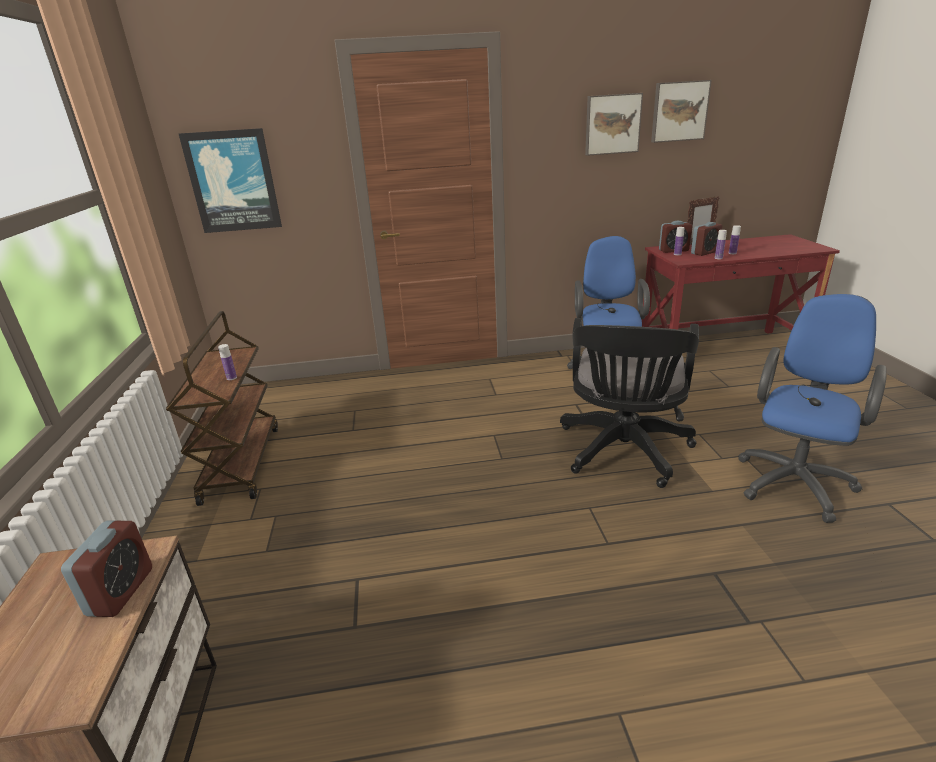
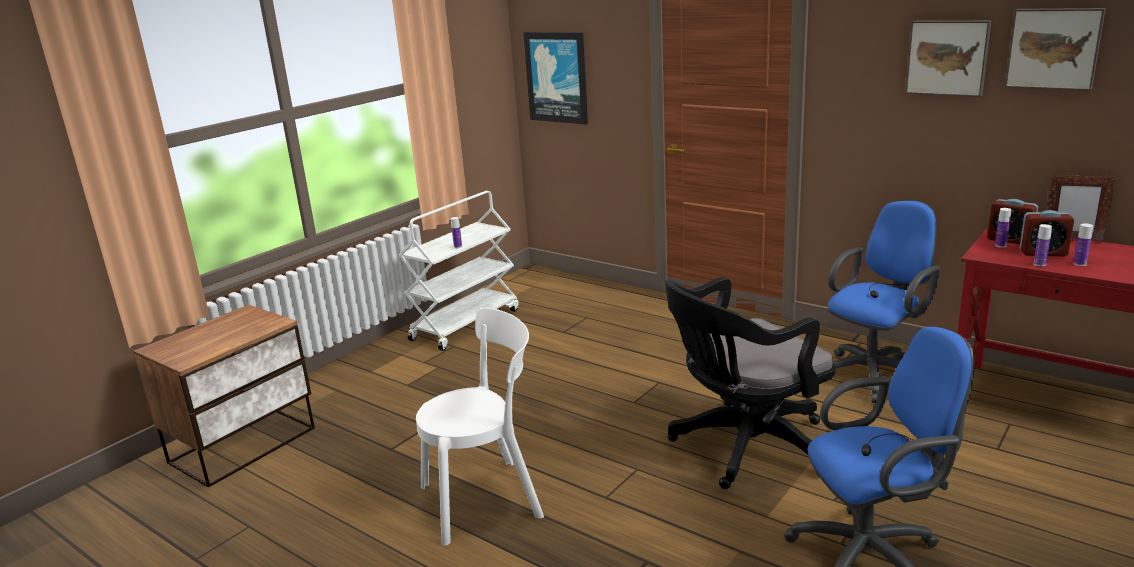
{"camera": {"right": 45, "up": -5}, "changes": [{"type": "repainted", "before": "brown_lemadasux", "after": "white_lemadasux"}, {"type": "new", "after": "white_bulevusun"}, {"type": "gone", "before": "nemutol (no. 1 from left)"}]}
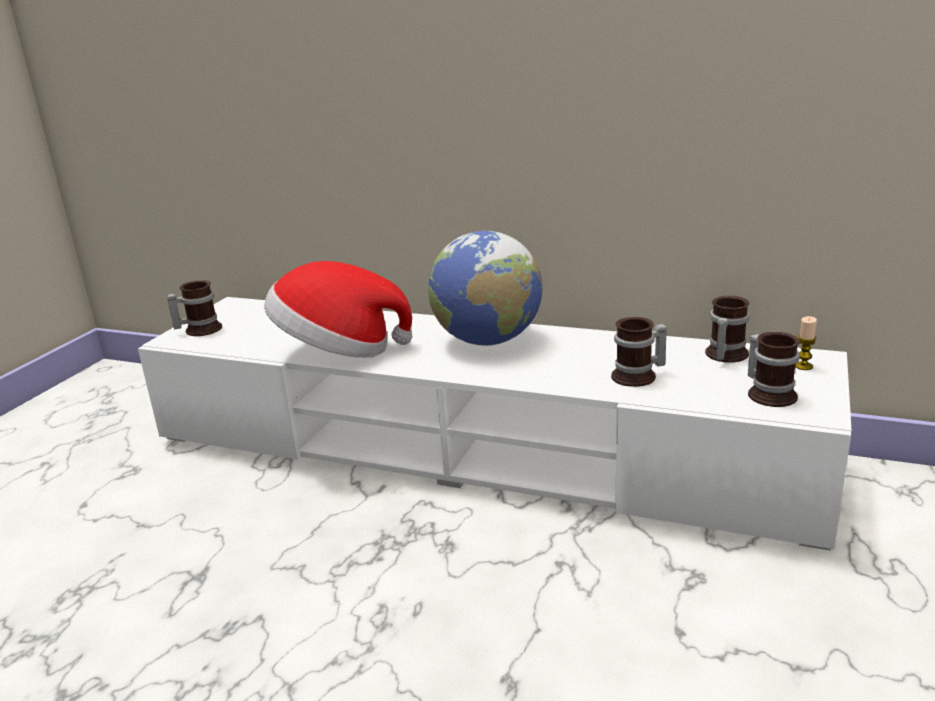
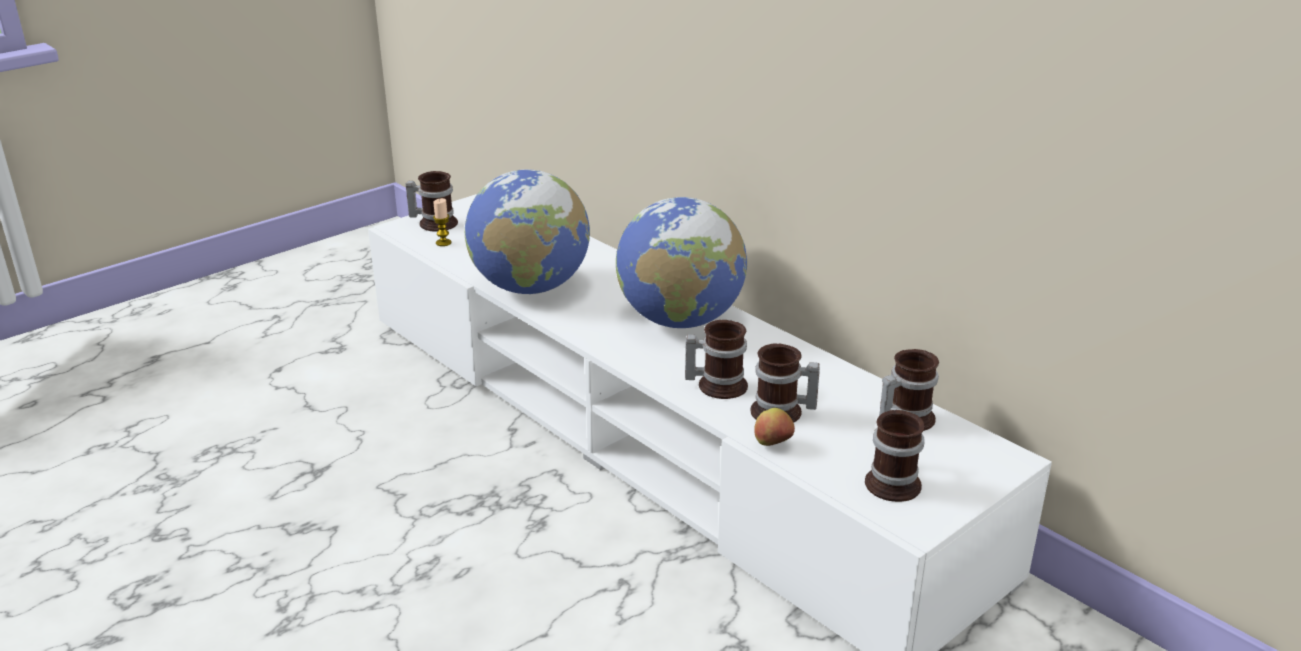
{"camera": {"right": 25, "up": 5}, "changes": [{"type": "shifted", "before": "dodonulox"}, {"type": "swapped", "before": "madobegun", "after": "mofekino (no. 1 from left)"}, {"type": "new", "after": "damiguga (no. 2 from left)"}, {"type": "new", "after": "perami"}]}
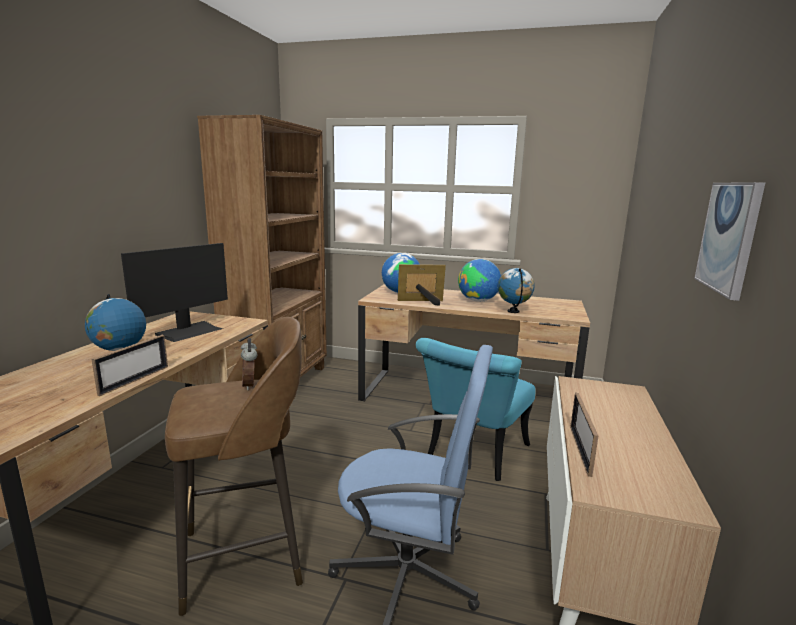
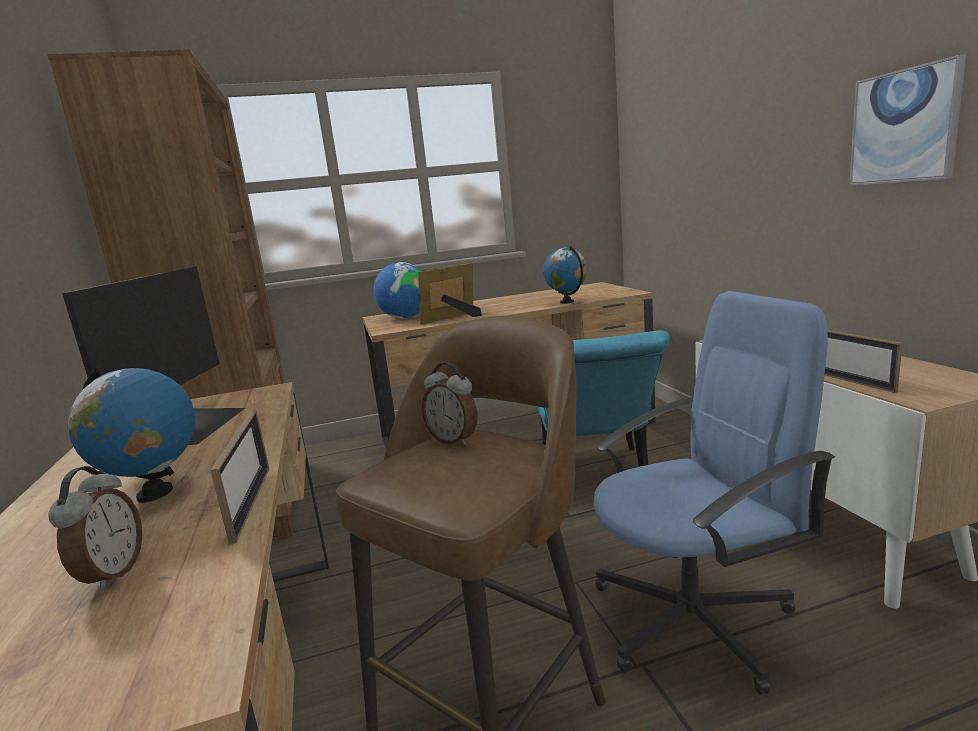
{"camera": {"right": -30, "up": 0}, "changes": [{"type": "new", "after": "nemutol (no. 1 from left)"}, {"type": "gone", "before": "mofekino (no. 3 from left)"}]}
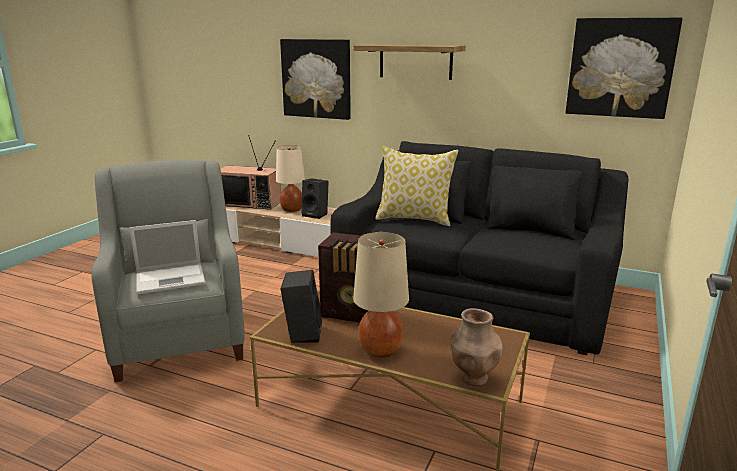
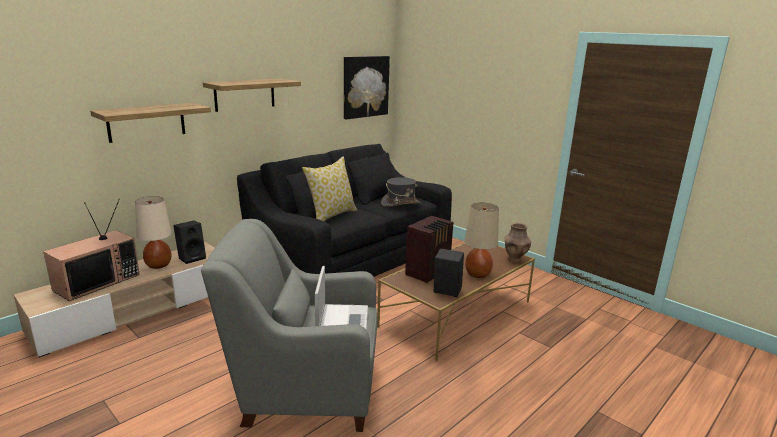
{"camera": {"right": -70, "up": 0}, "changes": [{"type": "swapped", "before": "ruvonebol (no. 1 from left)", "after": "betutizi (no. 1 from left)"}, {"type": "new", "after": "grey_madobegun"}]}
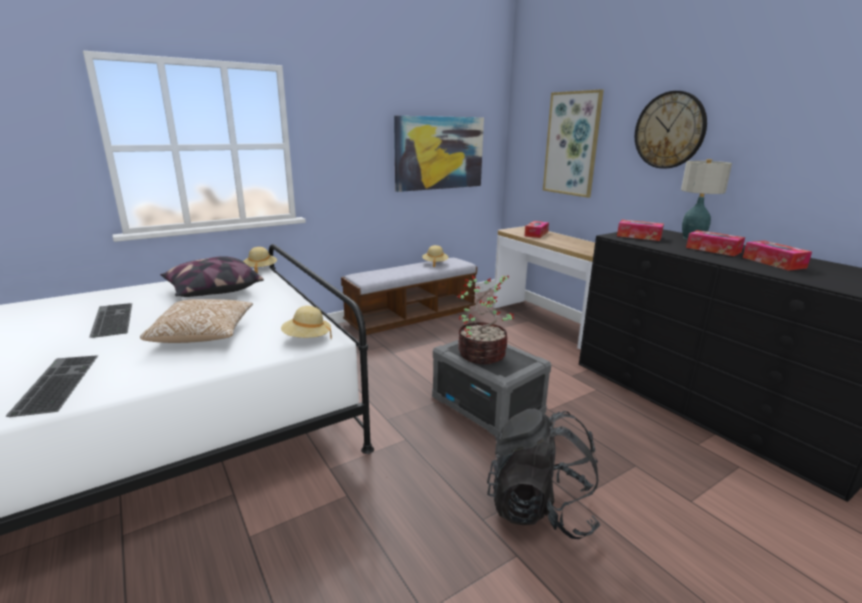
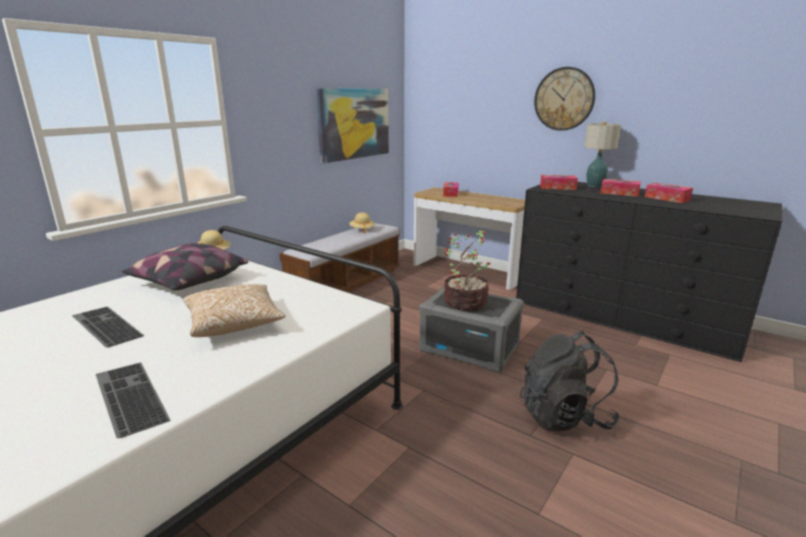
{"camera": {"right": -20, "up": 0}, "changes": [{"type": "gone", "before": "beige_madobegun (no. 2 from left)"}, {"type": "gone", "before": "ruvonebol (no. 2 from left)"}]}
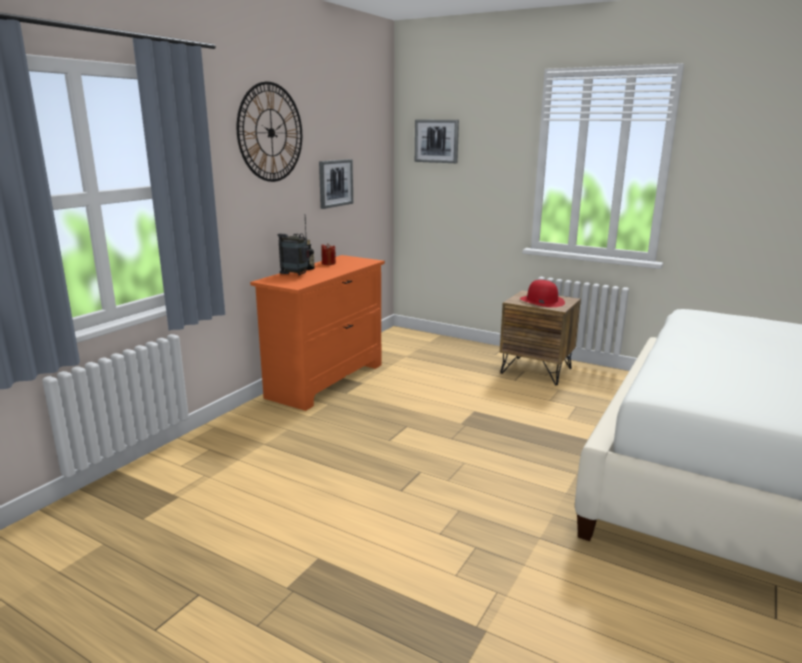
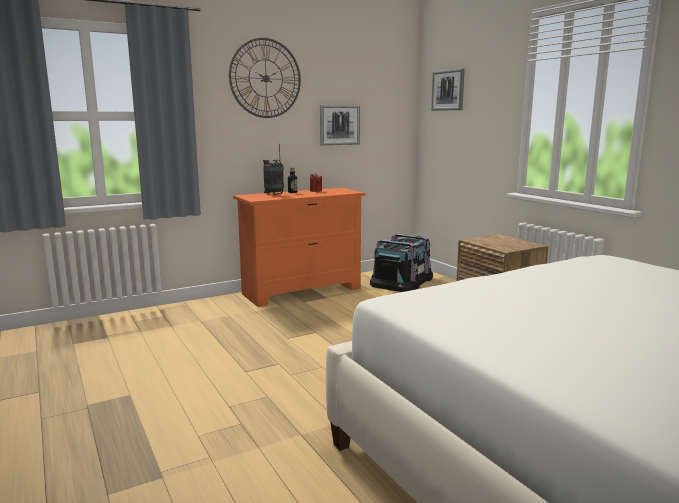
{"camera": {"right": 30, "up": -5}, "changes": [{"type": "new", "after": "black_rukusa"}, {"type": "gone", "before": "red_madobegun"}]}
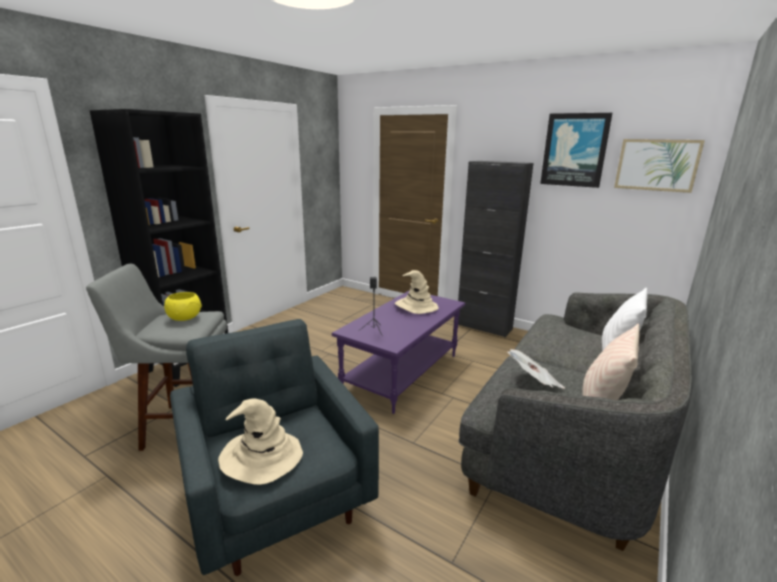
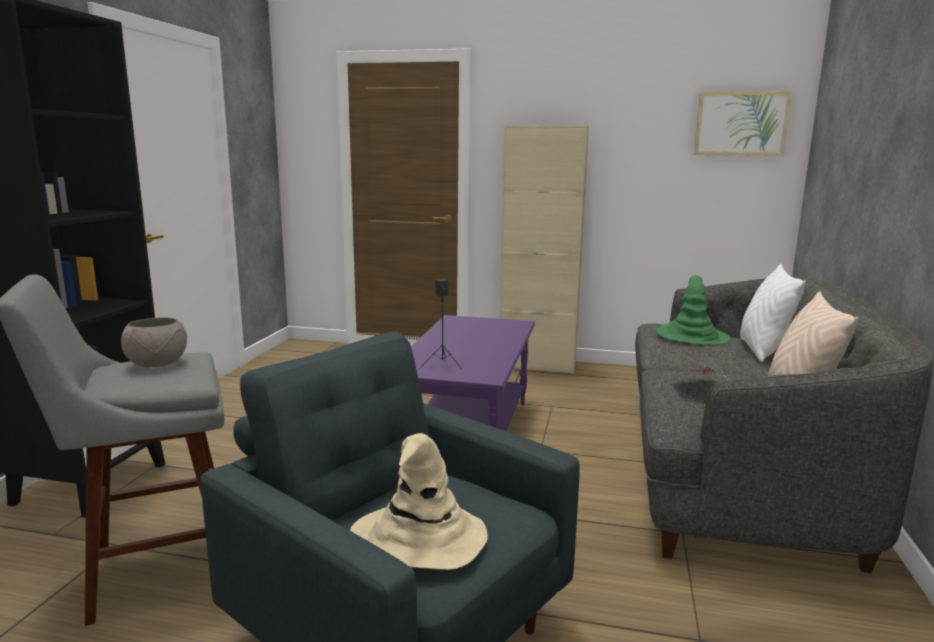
{"camera": {"right": -20, "up": -5}, "changes": [{"type": "repainted", "before": "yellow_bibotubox", "after": "grey_bibotubox"}, {"type": "repainted", "before": "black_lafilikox", "after": "beige_lafilikox"}, {"type": "new", "after": "green_madobegun"}, {"type": "gone", "before": "beige_madobegun (no. 2 from left)"}, {"type": "gone", "before": "ruvonebol (no. 1 from left)"}]}
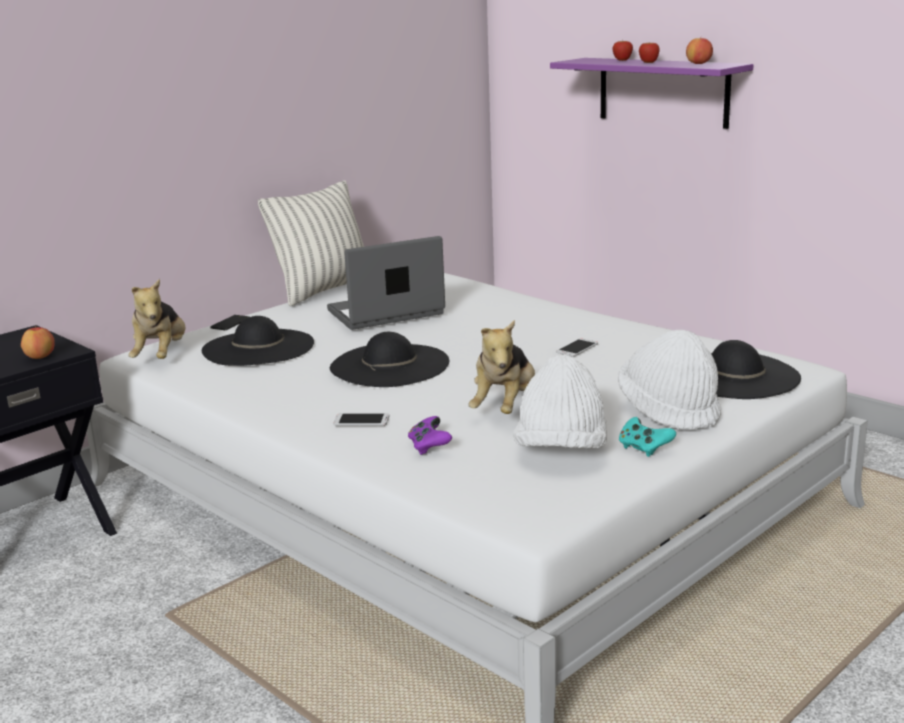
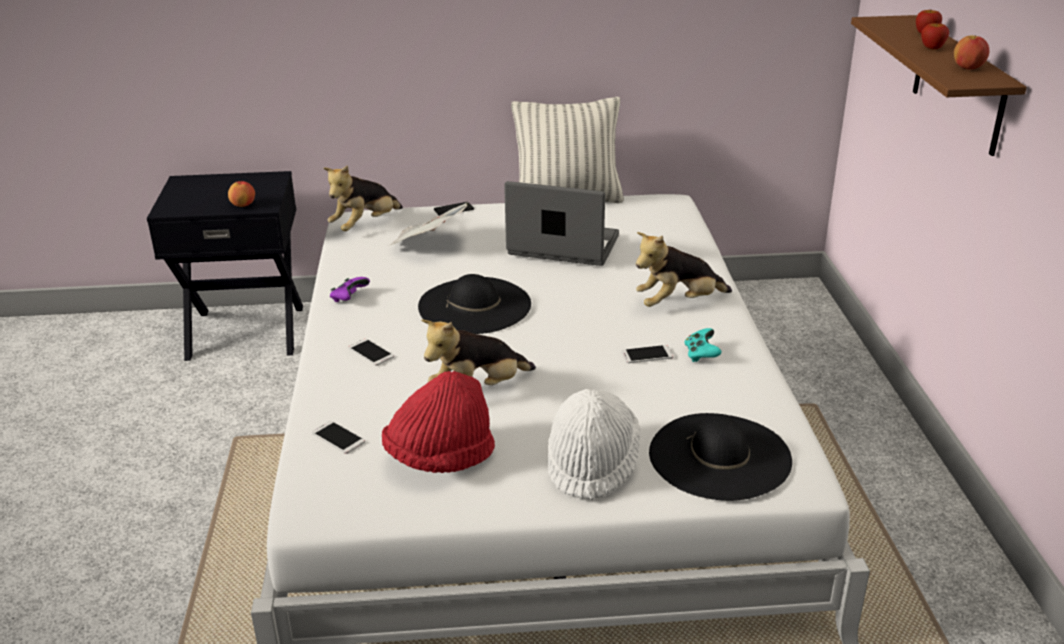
{"camera": {"right": 40, "up": 10}, "changes": [{"type": "new", "after": "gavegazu (no. 1 from left)"}, {"type": "shifted", "before": "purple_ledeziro"}, {"type": "repainted", "before": "white_madobegun (no. 1 from left)", "after": "red_madobegun"}, {"type": "swapped", "before": "black_madobegun (no. 1 from left)", "after": "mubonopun"}, {"type": "new", "after": "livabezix (no. 3 from left)"}, {"type": "shifted", "before": "turquoise_ledeziro"}, {"type": "repainted", "before": "purple_betutizi", "after": "brown_betutizi"}]}
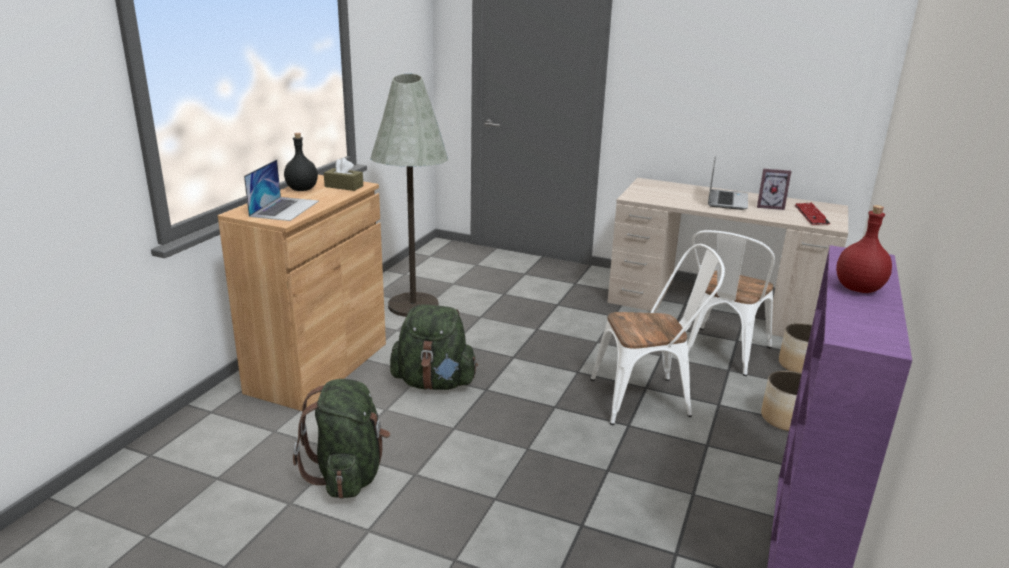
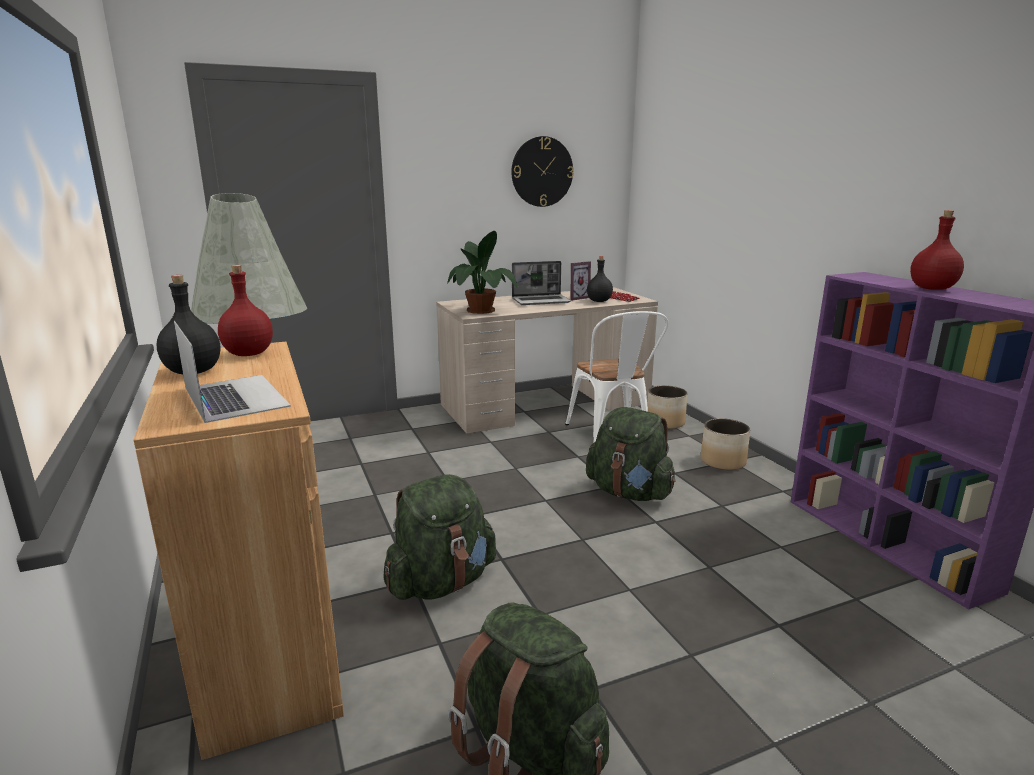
{"camera": {"right": -45, "up": -5}, "changes": [{"type": "swapped", "before": "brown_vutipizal", "after": "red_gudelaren (no. 1 from left)"}, {"type": "new", "after": "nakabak"}, {"type": "new", "after": "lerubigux"}, {"type": "rotated", "before": "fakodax (no. 2 from left)", "turn": 105}, {"type": "swapped", "before": "white_bulevusun (no. 1 from left)", "after": "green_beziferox (no. 3 from left)"}, {"type": "new", "after": "black_gudelaren (no. 2 from left)"}]}
